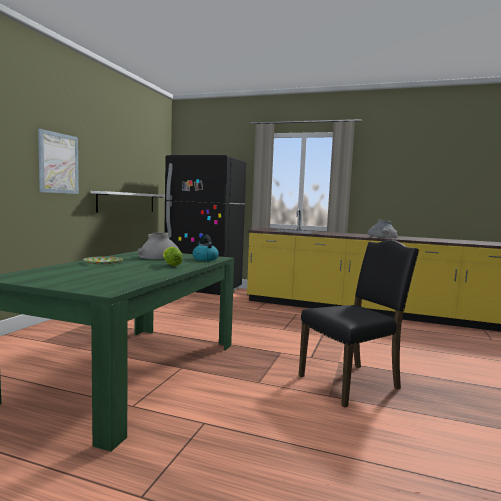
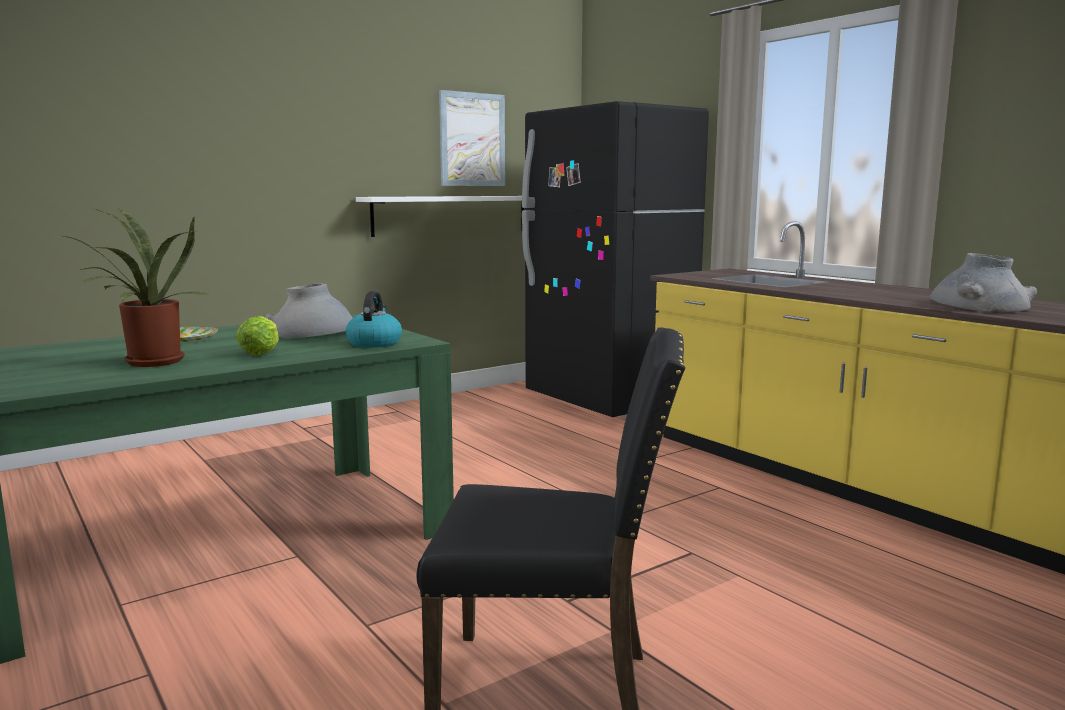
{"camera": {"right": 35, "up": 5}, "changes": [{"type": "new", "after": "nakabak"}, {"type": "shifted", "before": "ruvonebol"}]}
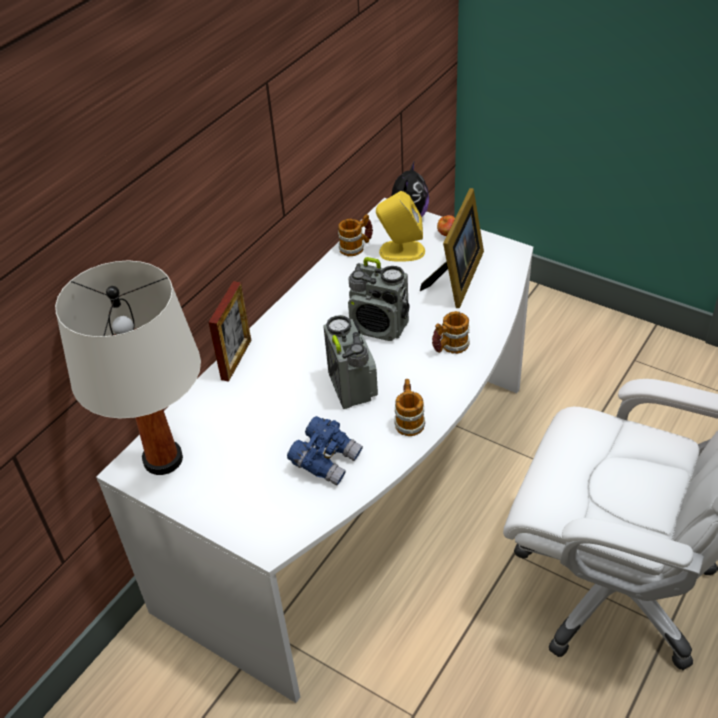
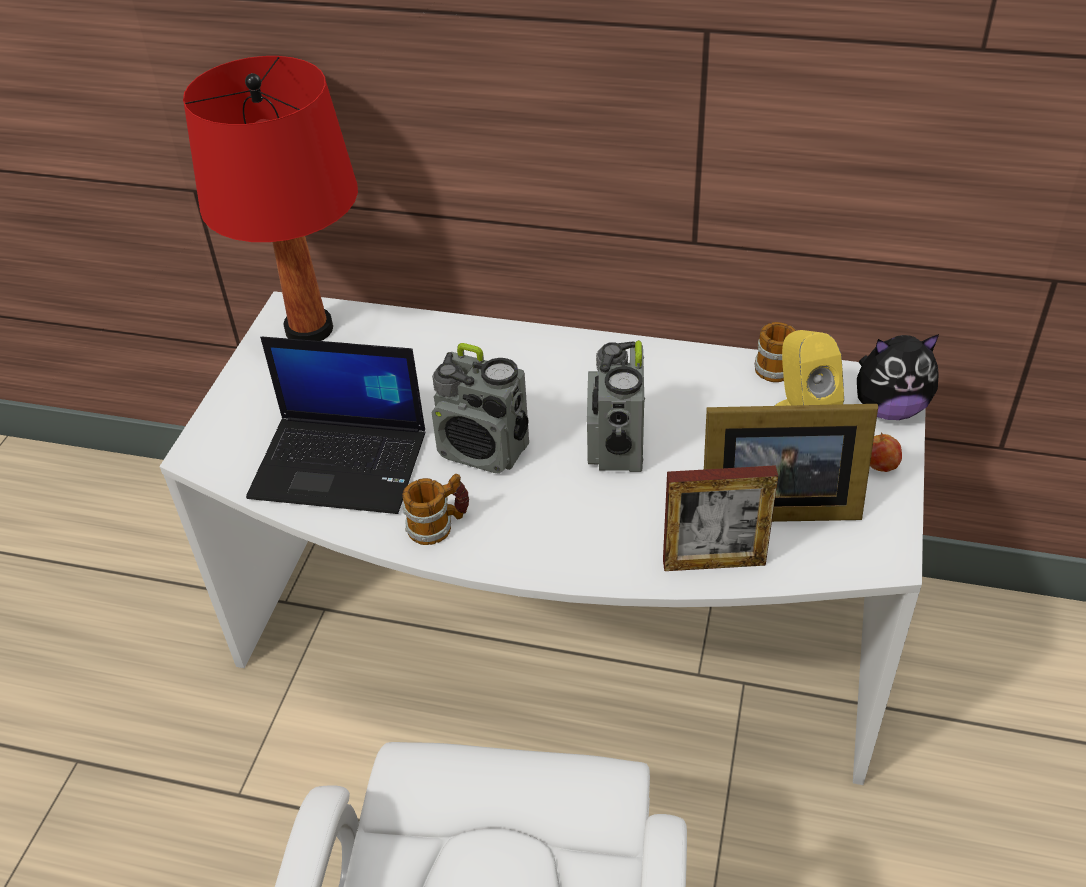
{"camera": {"right": 70, "up": 0}, "changes": [{"type": "repainted", "before": "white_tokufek", "after": "red_tokufek"}, {"type": "swapped", "before": "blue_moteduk", "after": "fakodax"}, {"type": "rotated", "before": "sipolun (no. 1 from left)", "turn": 60}, {"type": "shifted", "before": "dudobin (no. 1 from left)"}, {"type": "gone", "before": "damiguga (no. 3 from left)"}]}
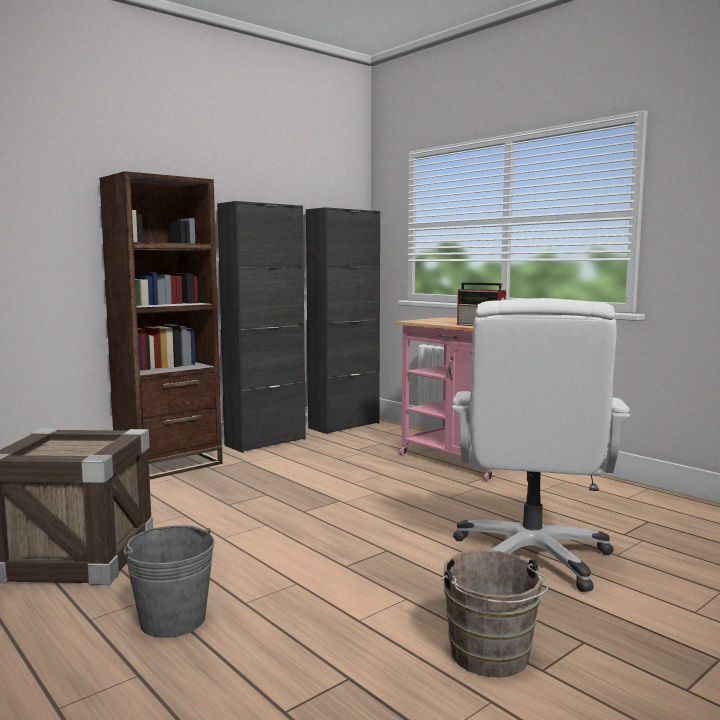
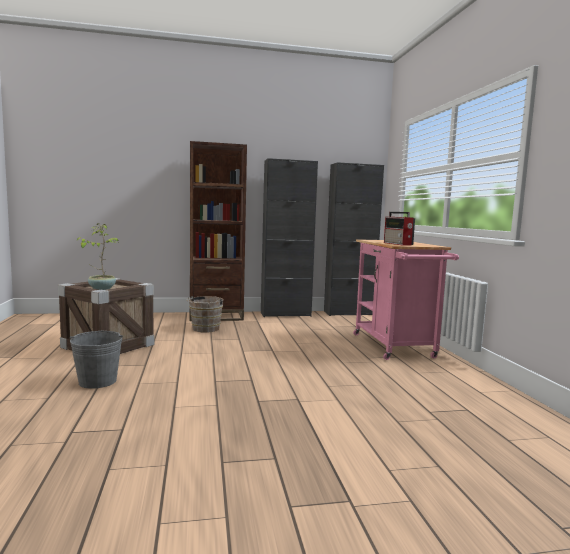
{"camera": {"right": 30, "up": 0}, "changes": [{"type": "new", "after": "nakabak"}, {"type": "shifted", "before": "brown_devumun"}, {"type": "gone", "before": "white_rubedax"}]}
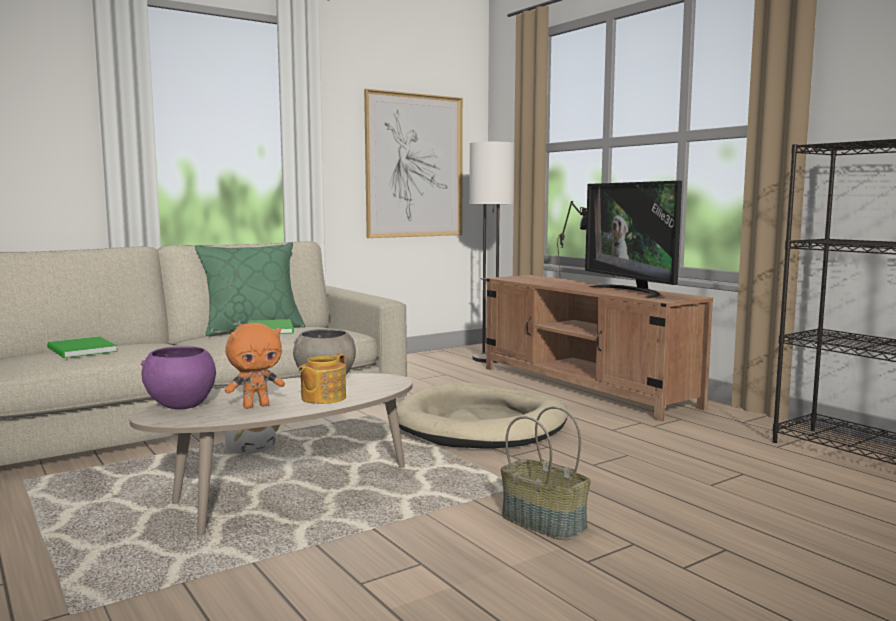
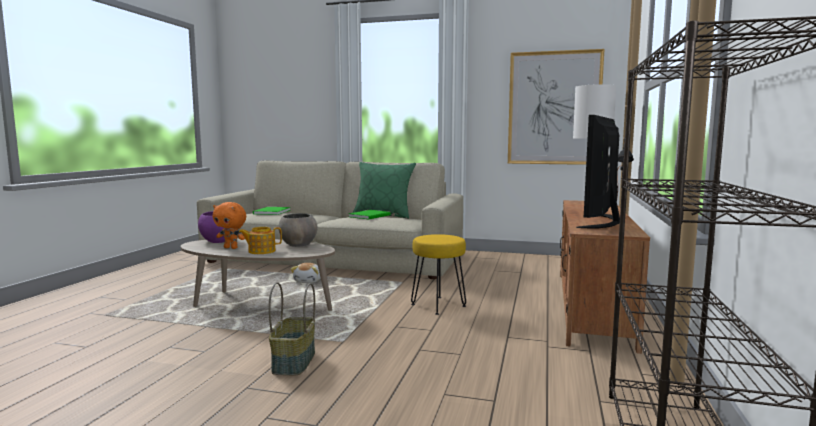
{"camera": {"right": 50, "up": 0}, "changes": [{"type": "swapped", "before": "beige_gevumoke", "after": "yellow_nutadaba"}]}
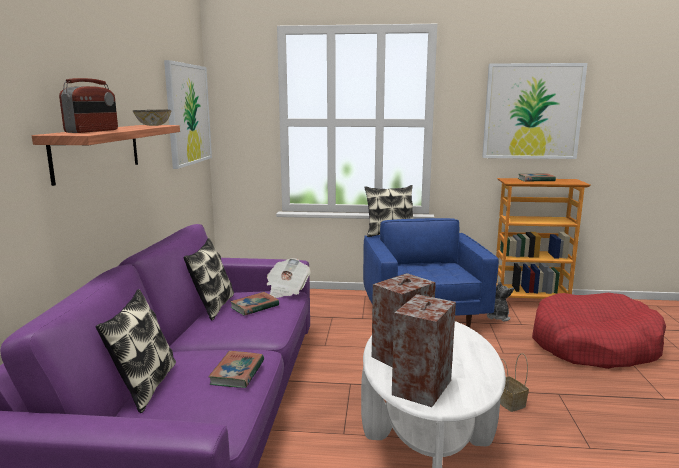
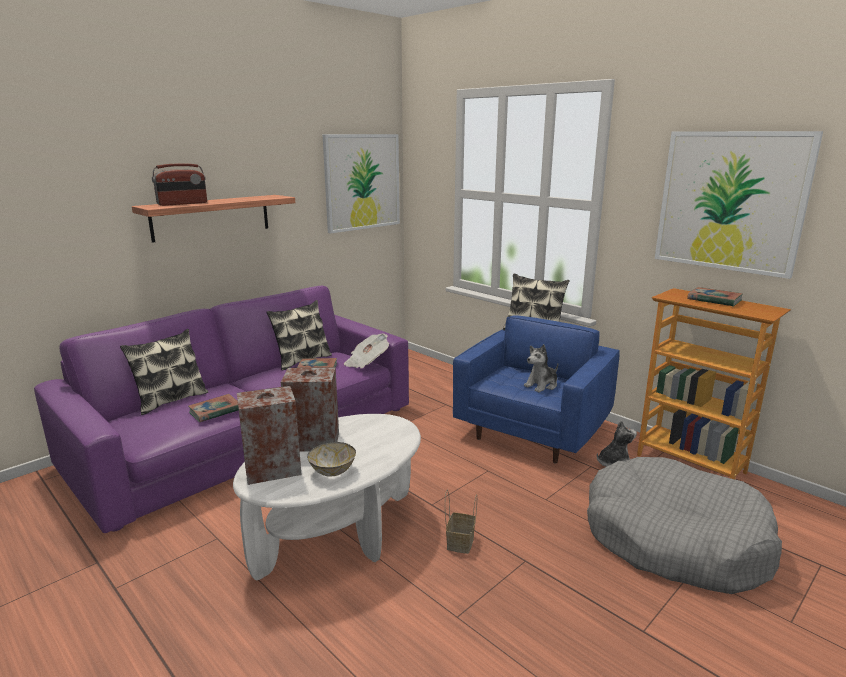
{"camera": {"right": 40, "up": 5}, "changes": [{"type": "shifted", "before": "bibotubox"}, {"type": "new", "after": "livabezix (no. 1 from left)"}, {"type": "repainted", "before": "red_gevumoke", "after": "grey_gevumoke"}]}
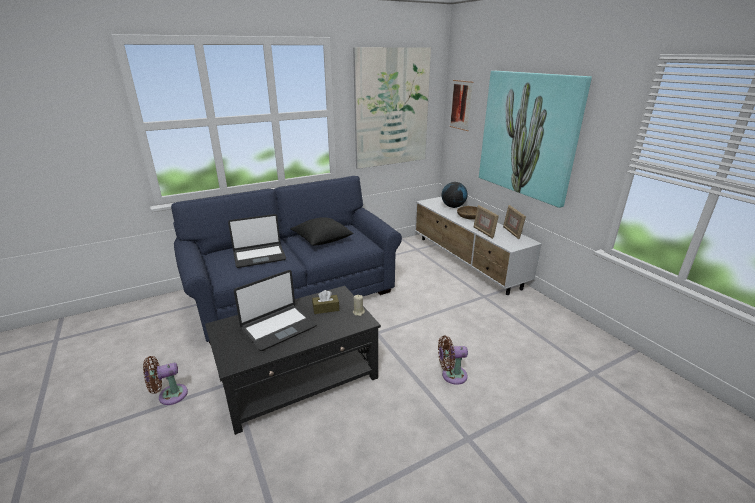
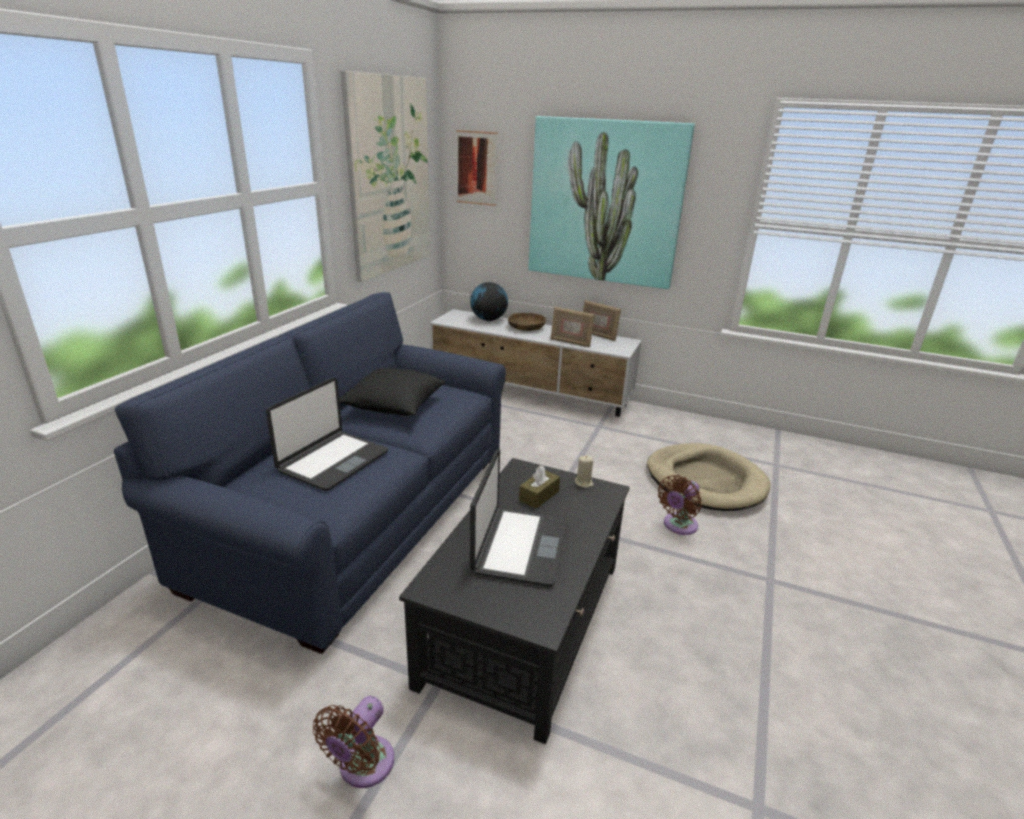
{"camera": {"right": -40, "up": 0}, "changes": [{"type": "new", "after": "beige_gevumoke"}]}
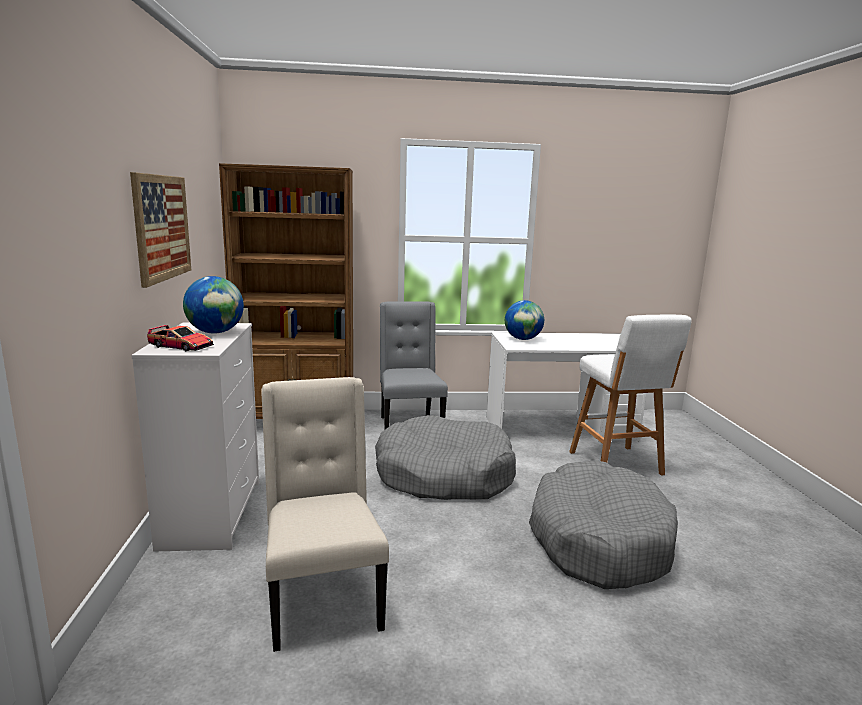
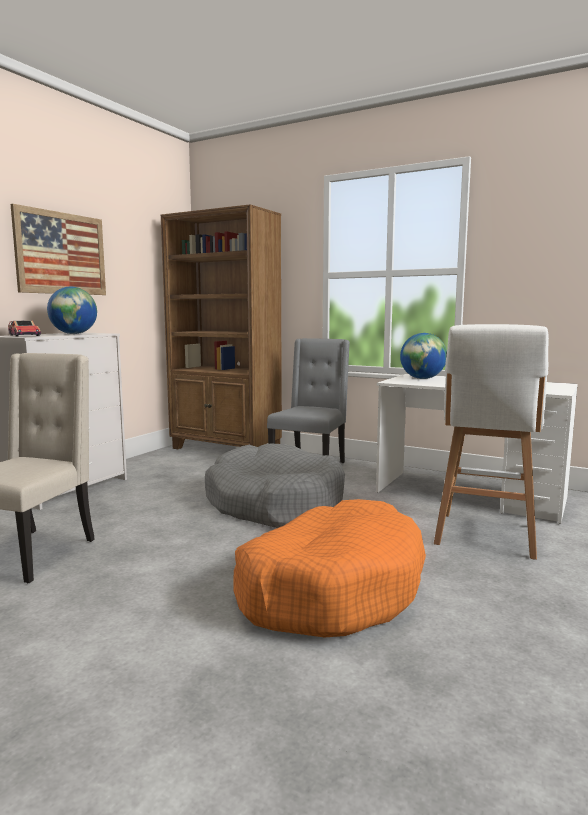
{"camera": {"right": 35, "up": -5}, "changes": [{"type": "repainted", "before": "grey_gevumoke (no. 2 from left)", "after": "orange_gevumoke"}]}
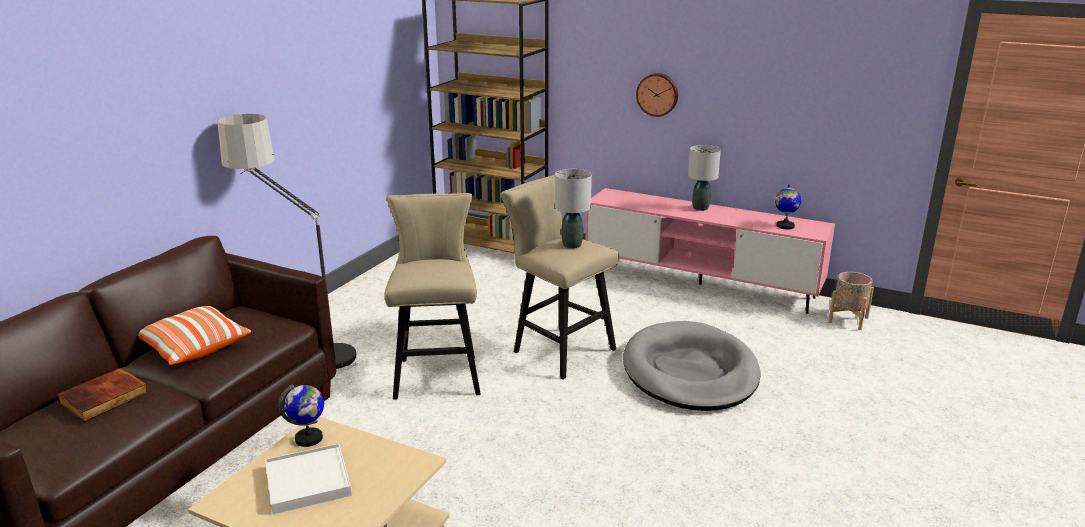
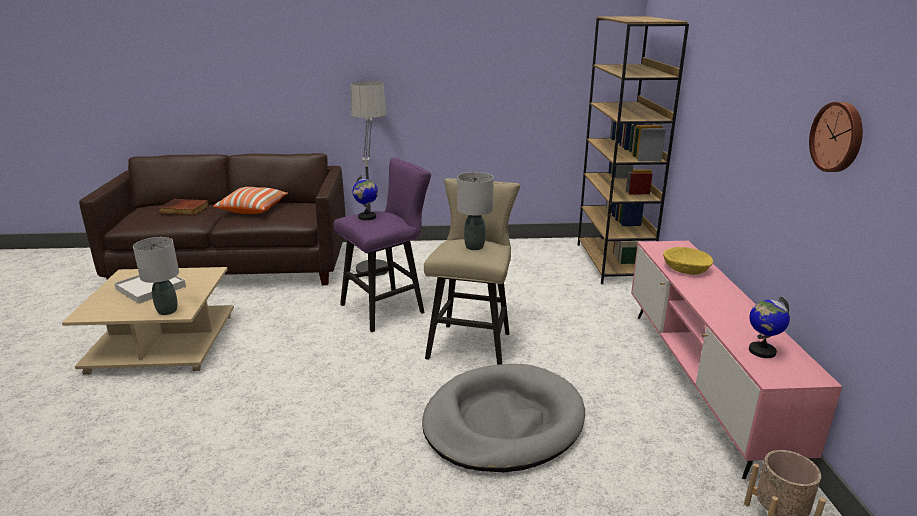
{"camera": {"right": 60, "up": 0}, "changes": [{"type": "shifted", "before": "grey_tokufek (no. 2 from left in the first image)", "after": "grey_tokufek (no. 1 from left)"}, {"type": "repainted", "before": "beige_nutadaba (no. 1 from left)", "after": "purple_nutadaba"}, {"type": "shifted", "before": "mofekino (no. 1 from left)"}, {"type": "new", "after": "yellow_bibotubox"}, {"type": "shifted", "before": "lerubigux"}]}
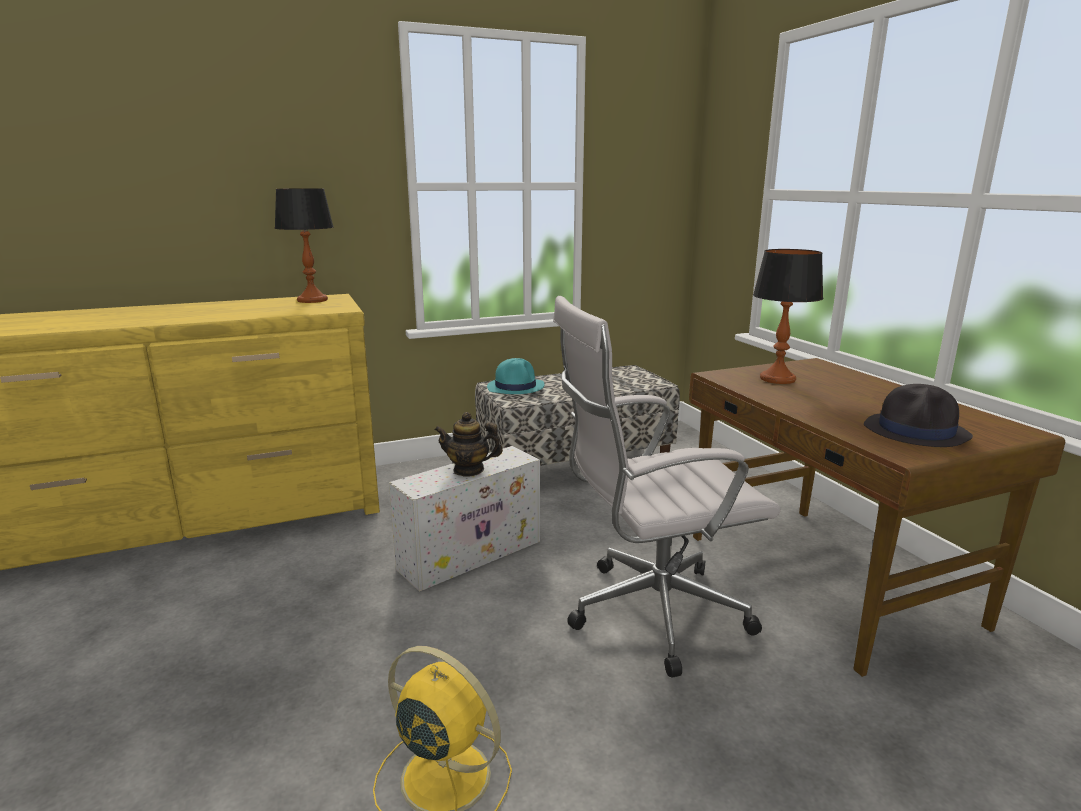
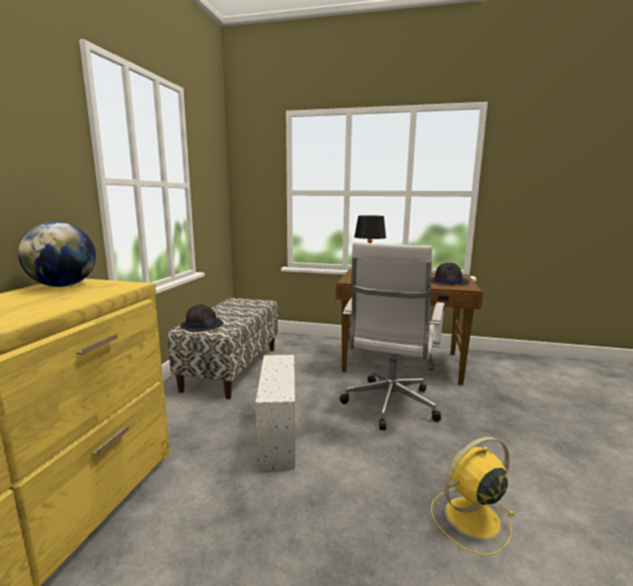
{"camera": {"right": -55, "up": -5}, "changes": [{"type": "swapped", "before": "tokufek (no. 1 from left)", "after": "mofekino"}, {"type": "repainted", "before": "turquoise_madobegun", "after": "black_madobegun (no. 1 from left)"}, {"type": "gone", "before": "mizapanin"}]}
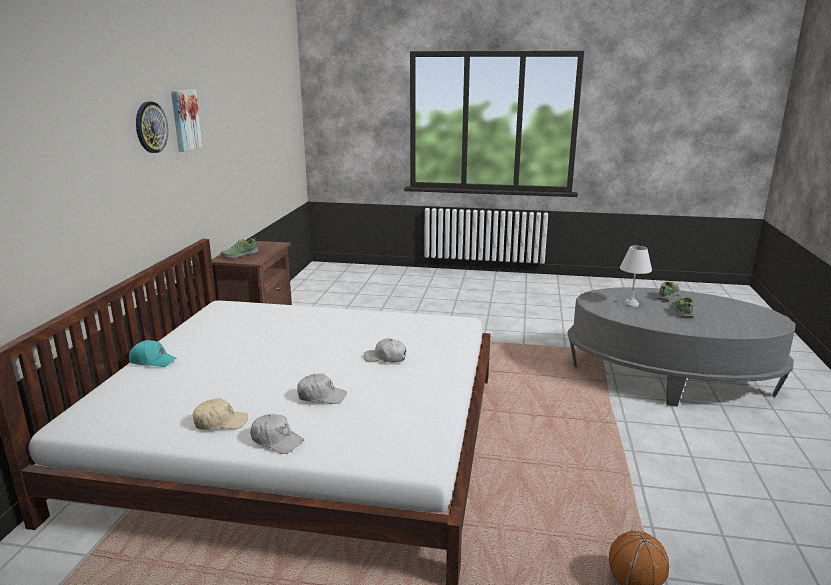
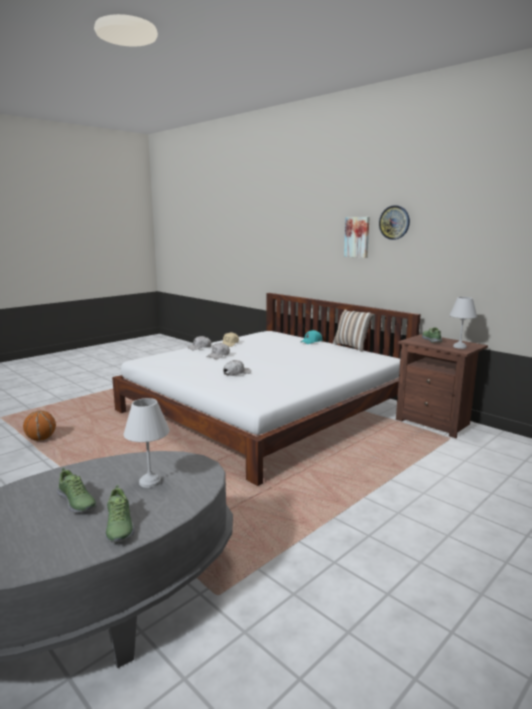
{"camera": {"right": 125, "up": -5}, "changes": [{"type": "new", "after": "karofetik"}, {"type": "shifted", "before": "ruvonebol"}, {"type": "new", "after": "white_tokufek (no. 2 from left)"}]}
